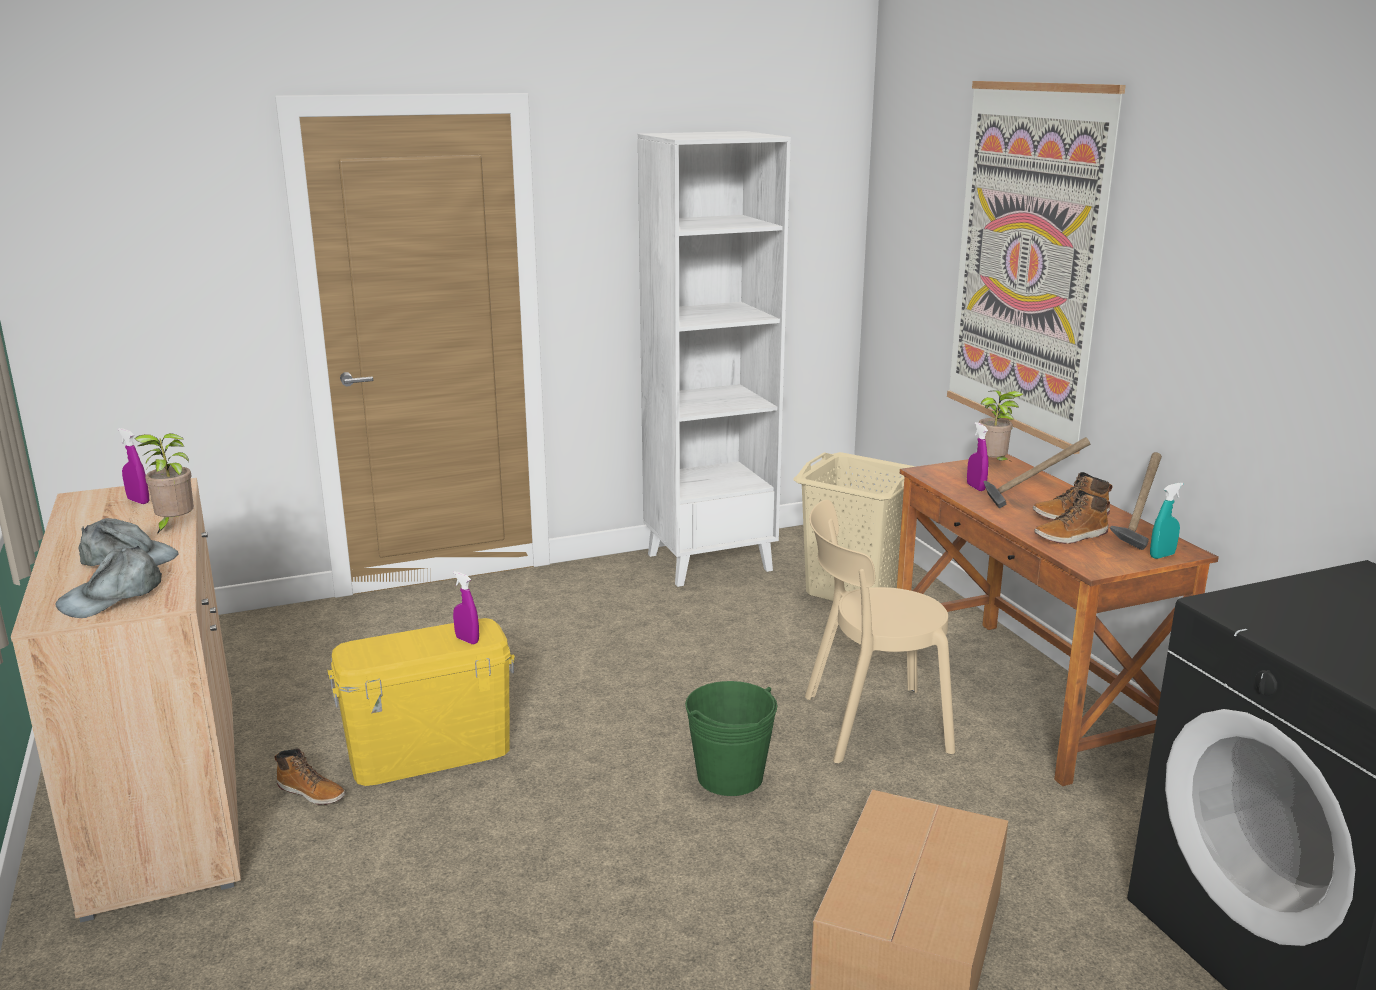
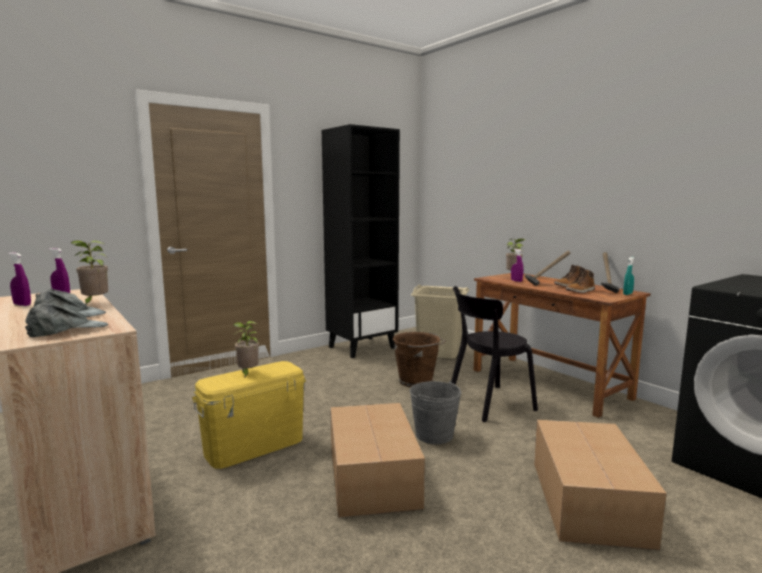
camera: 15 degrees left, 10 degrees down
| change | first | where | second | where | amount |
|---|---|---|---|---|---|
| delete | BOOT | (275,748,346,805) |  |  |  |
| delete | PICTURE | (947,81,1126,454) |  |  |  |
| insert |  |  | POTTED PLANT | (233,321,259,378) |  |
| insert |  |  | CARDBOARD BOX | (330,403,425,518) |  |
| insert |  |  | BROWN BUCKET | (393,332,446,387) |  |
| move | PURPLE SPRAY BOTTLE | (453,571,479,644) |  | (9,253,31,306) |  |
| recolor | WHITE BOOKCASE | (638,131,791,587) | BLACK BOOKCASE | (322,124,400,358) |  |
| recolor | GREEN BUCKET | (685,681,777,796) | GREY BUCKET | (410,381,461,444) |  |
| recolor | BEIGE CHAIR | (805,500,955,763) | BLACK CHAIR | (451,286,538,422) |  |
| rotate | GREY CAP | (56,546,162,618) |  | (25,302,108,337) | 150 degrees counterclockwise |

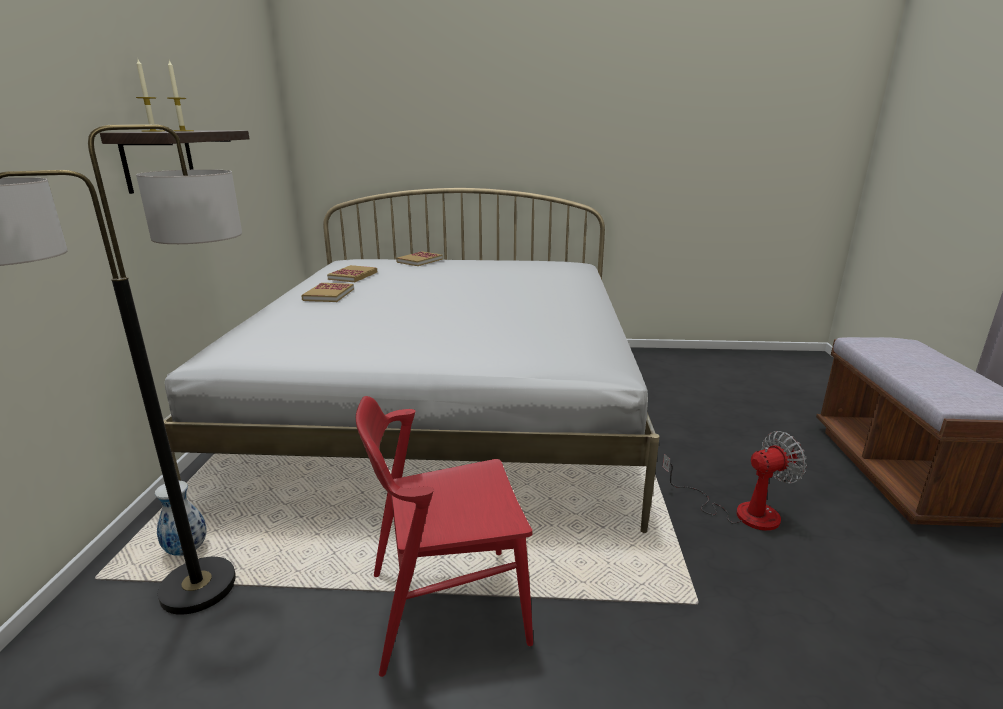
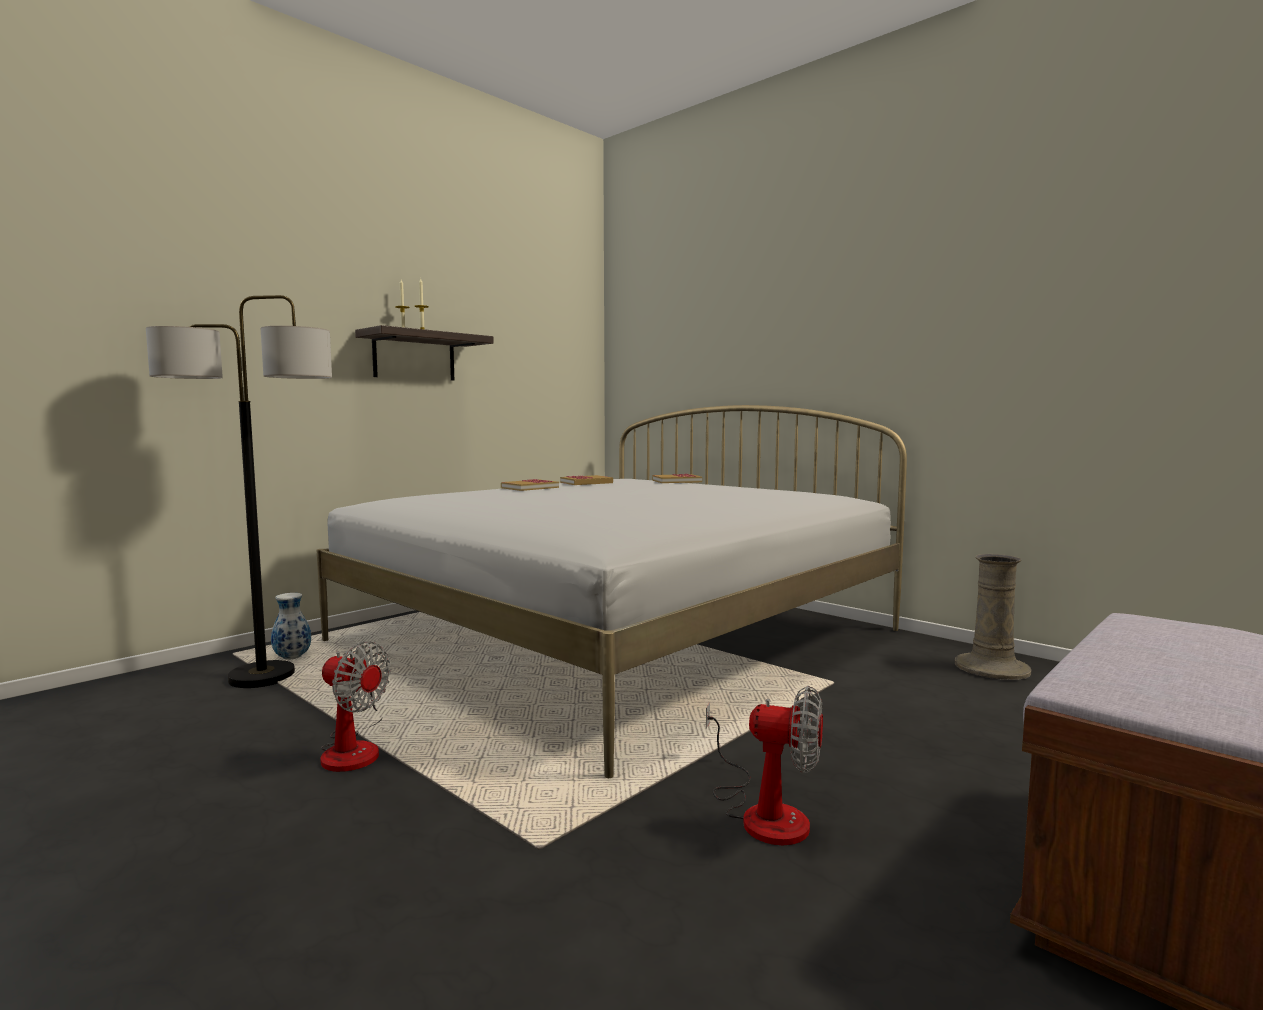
camera: 40 degrees right, 15 degrees down
| change | first | where | second | where | amount |
|---|---|---|---|---|---|
| insert |  |  | BEIGE VASE | (955,554,1031,680) |  |
| replace | RED CHAIR | (356,396,533,677) | FAN | (320,642,391,772) |  |

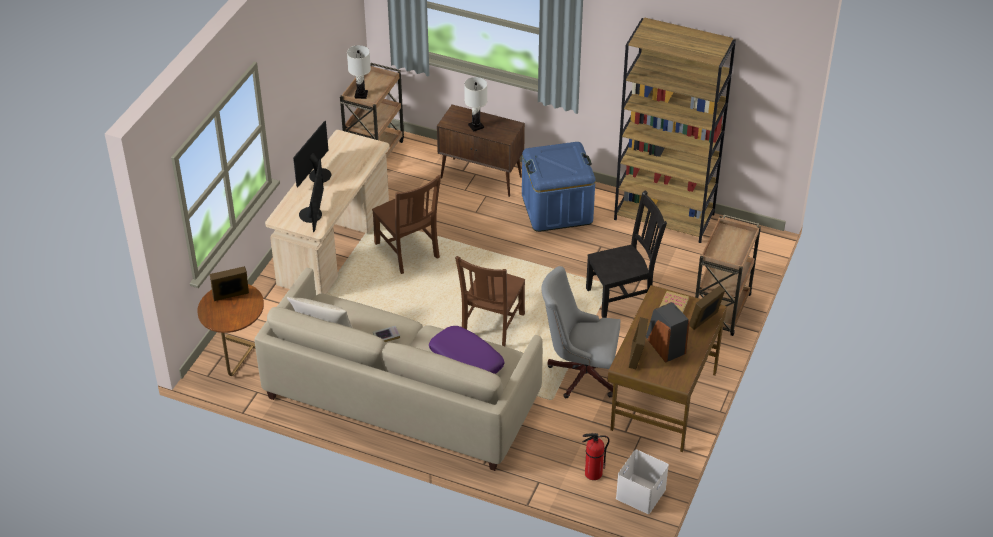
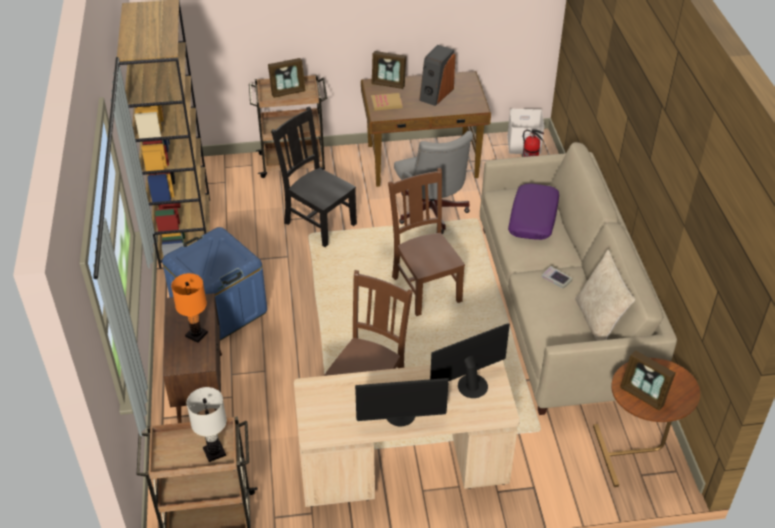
camera: 120 degrees left, 0 degrees up
| change | first | where | second | where | amount |
|---|---|---|---|---|---|
| move | PICTURE FRAME | (628,317,648,369) |  | (268,58,306,98) |  |
| recolor | WHITE TABLE LAMP | (464,77,487,131) | ORANGE TABLE LAMP | (171,273,208,343) |  |
| rotate | BROWN CHAIR | (455,256,525,347) |  | (388,168,465,316) | 105 degrees counterclockwise |

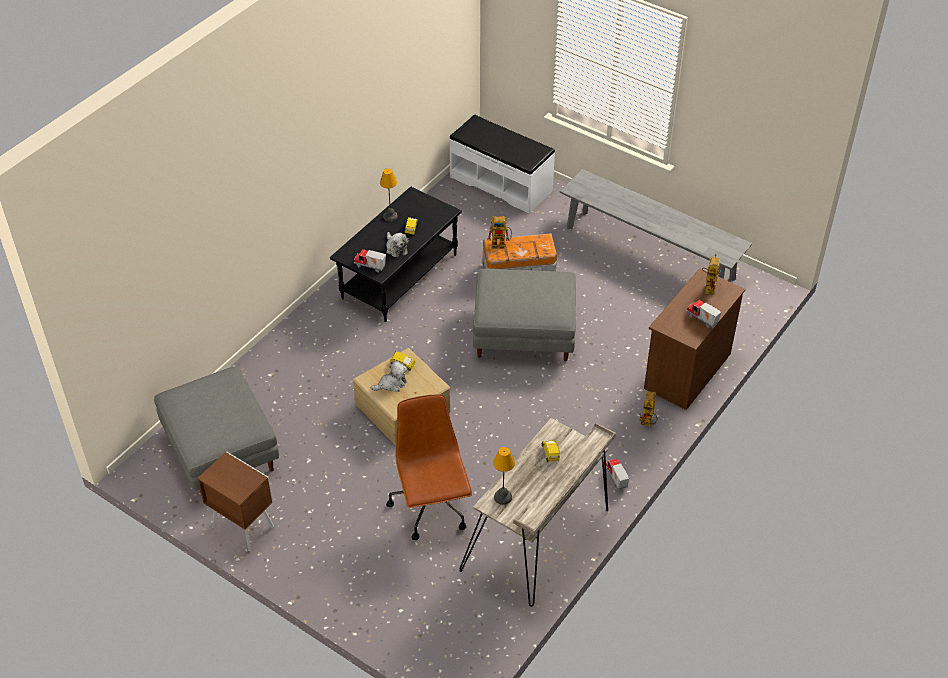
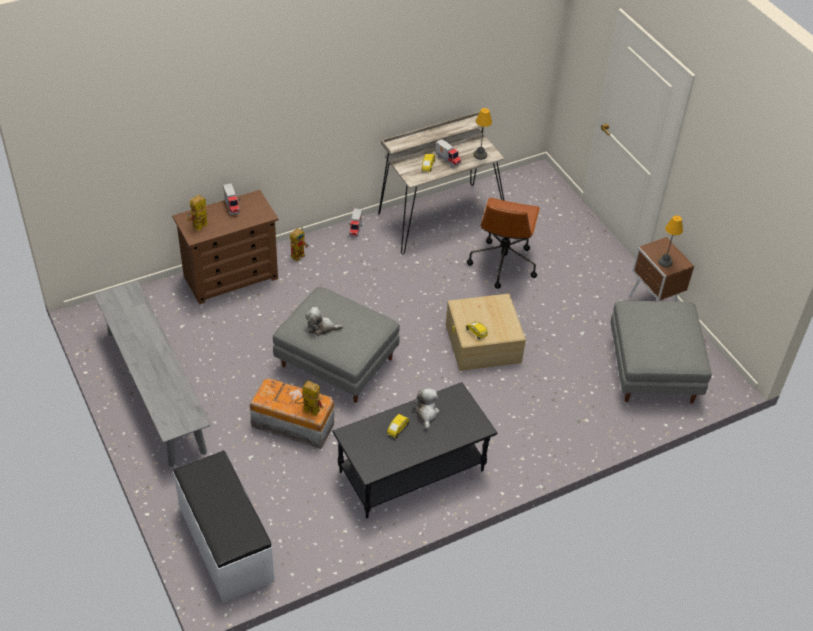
camera: 155 degrees left, 0 degrees up
| change | first | where | second | where | amount |
|---|---|---|---|---|---|
| move | TOY TRUCK | (354,249,386,272) |  | (436,139,461,168) |  |
| move | PLUSH TOY | (371,361,407,392) |  | (305,307,343,336) |  |
| move | TABLE LAMP | (380,168,398,222) |  | (658,215,683,267) |  |

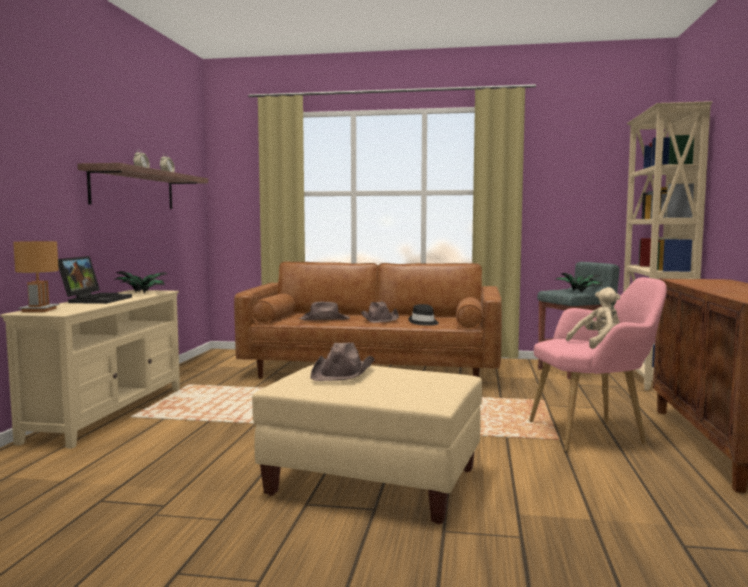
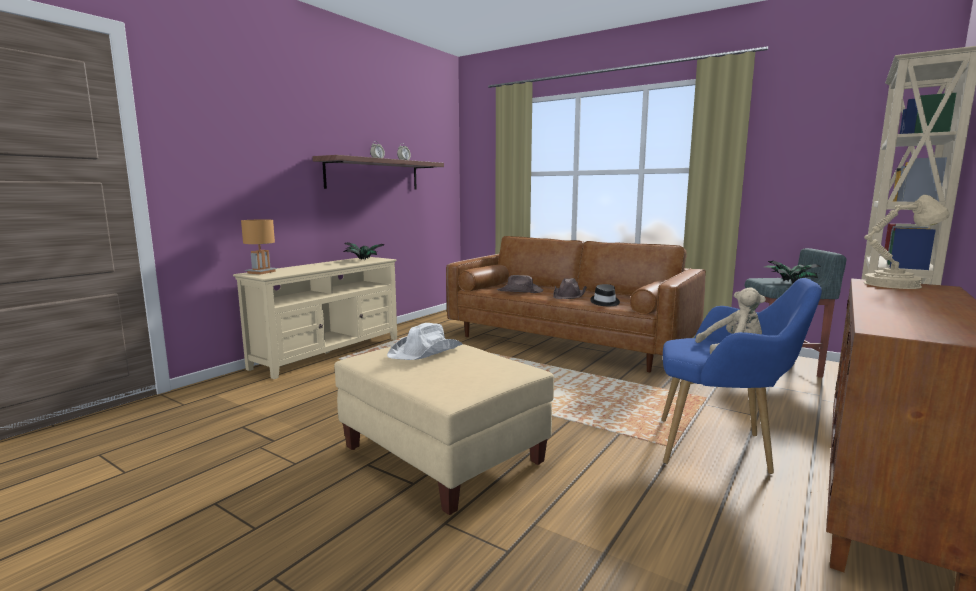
camera: 25 degrees right, 5 degrees up
| change | first | where | second | where | amount |
|---|---|---|---|---|---|
| delete | LAPTOP | (58,256,132,304) |  |  |  |
| insert |  |  | BEIGE TABLE LAMP | (864,195,949,289) |  |
| recolor | BROWN HAT | (310,343,374,381) | WHITE HAT | (387,323,463,360) |  |
| recolor | PINK ARMCHAIR | (529,277,667,452) | BLUE ARMCHAIR | (661,278,822,474) |  |

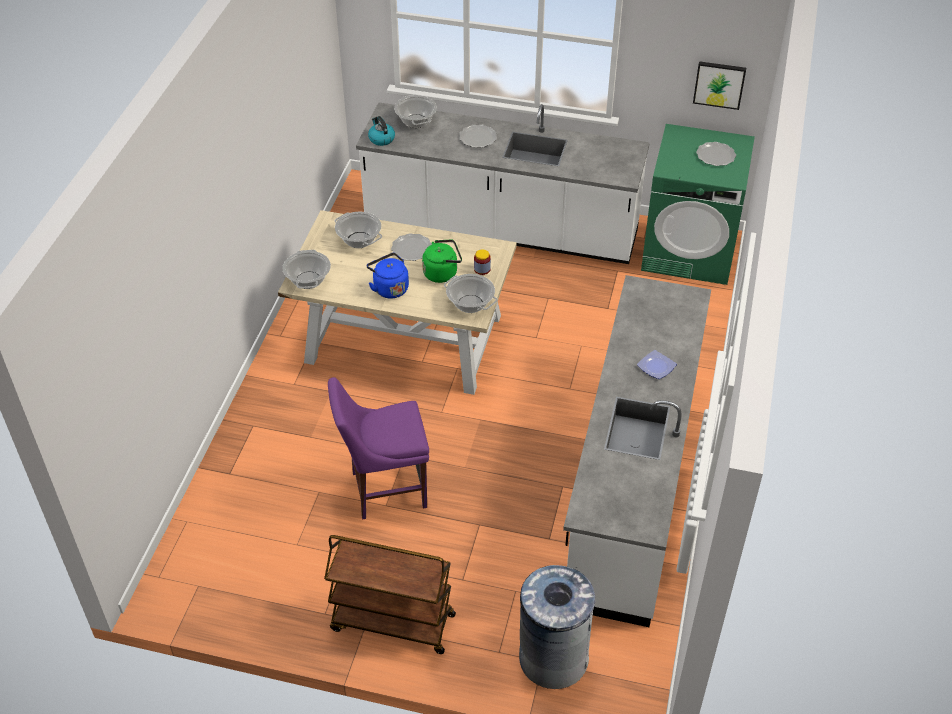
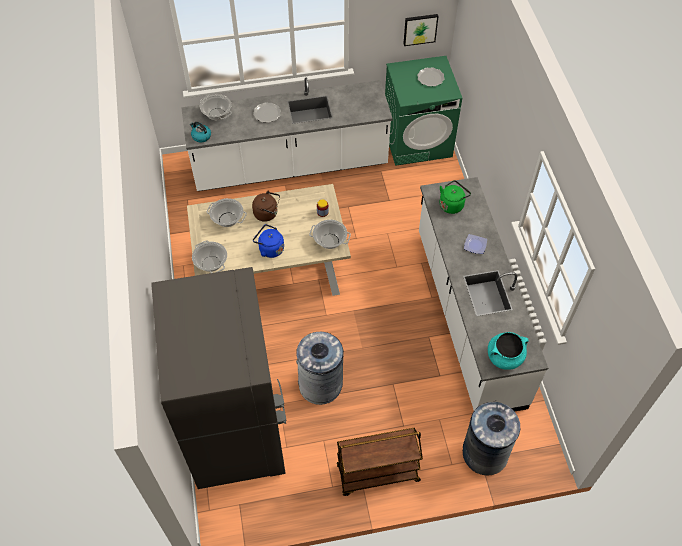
camera: 25 degrees left, 10 degrees up
| change | first | where | second | where | amount |
|---|---|---|---|---|---|
| insert |  |  | GREY FRIDGE | (151,267,286,489) |  |
| insert |  |  | TURQUOISE COOKING POT | (488,332,529,370) |  |
| move | GREEN KETTLE | (422,240,462,283) |  | (440,180,471,214) |  |
| replace | PURPLE CHAIR | (328,377,429,520) | GREY TRASH CAN | (296,332,344,405) |  |
| replace | PLATE | (391,233,432,261) | BROWN KETTLE | (252,191,280,222) |  |

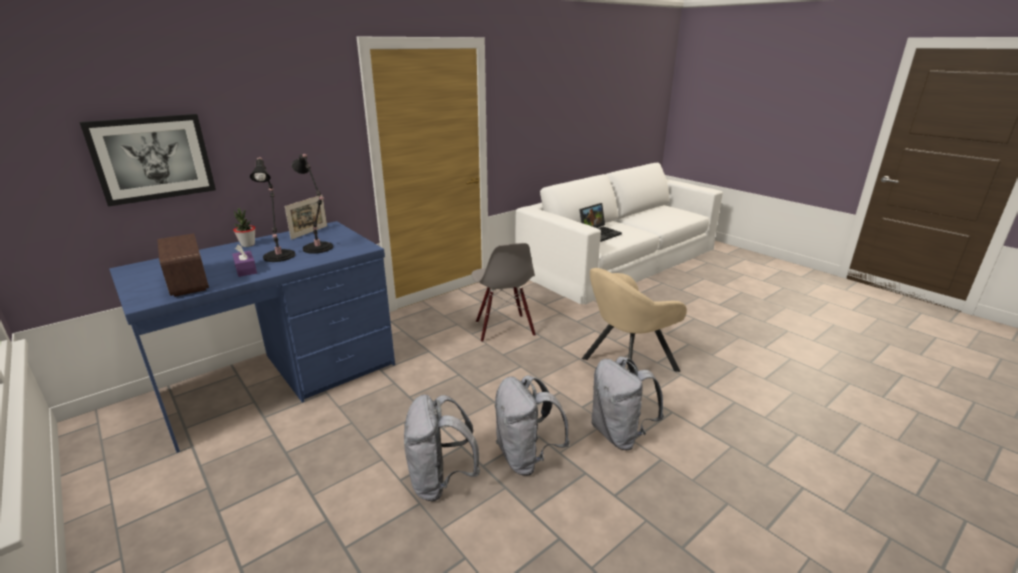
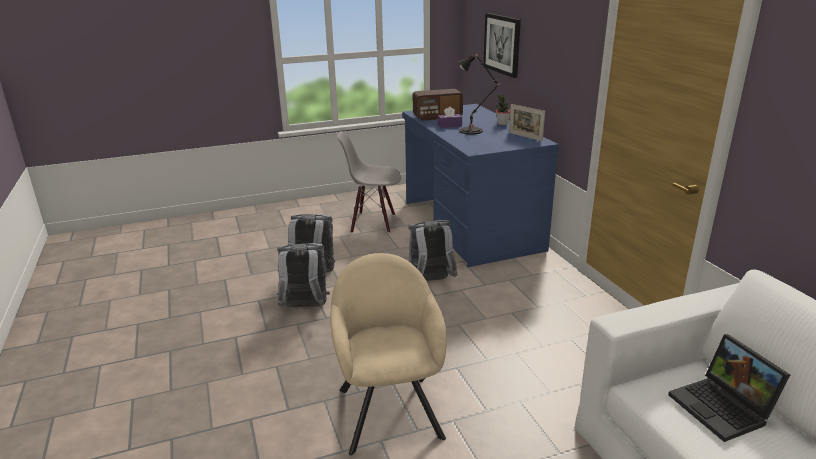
camera: 110 degrees right, 0 degrees up
| change | first | where | second | where | amount |
|---|---|---|---|---|---|
| delete | BLACK TABLE LAMP | (292,154,333,254) |  |  |  |
| move | GREY CHAIR | (472,243,536,342) |  | (337,131,401,233) |  |
| move | GREY BACKPACK | (591,356,664,450) |  | (408,220,458,281) |  |

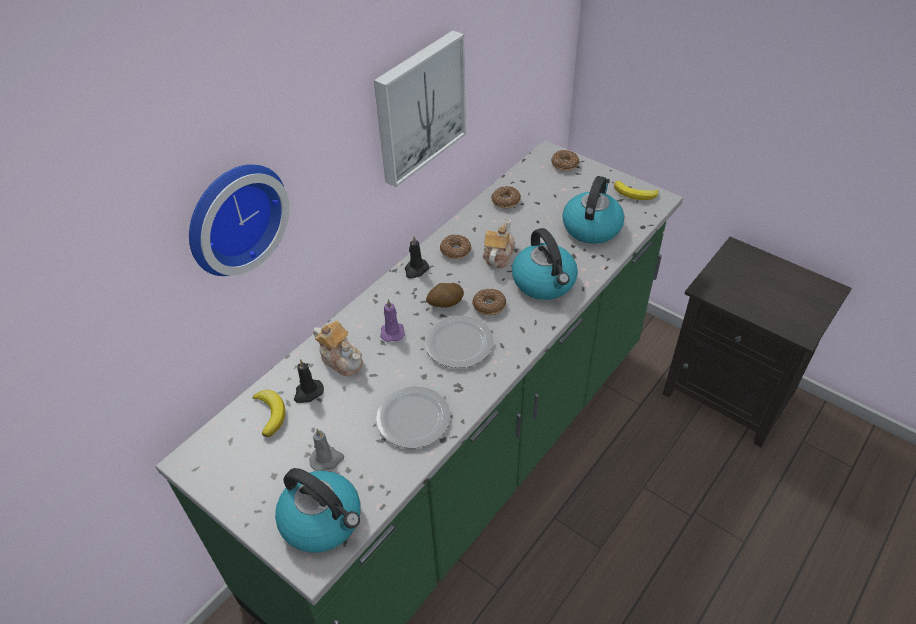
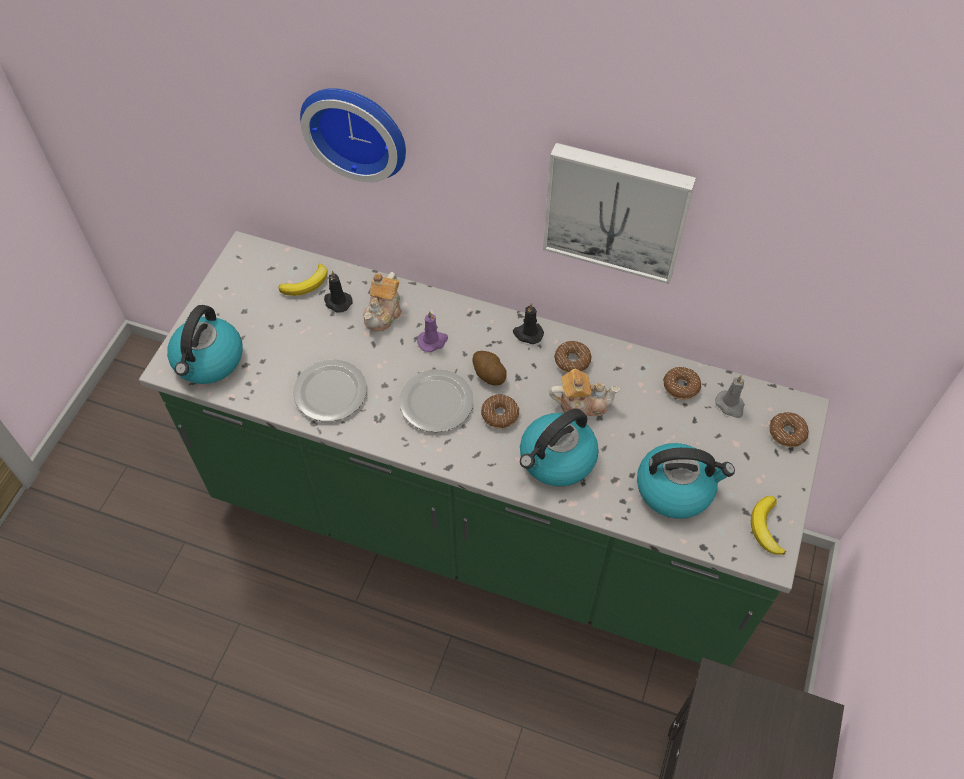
camera: 70 degrees right, 10 degrees up
| change | first | where | second | where | amount |
|---|---|---|---|---|---|
| move | GREY CANDLE | (309,428,344,471) |  | (715,375,745,418) |  |

